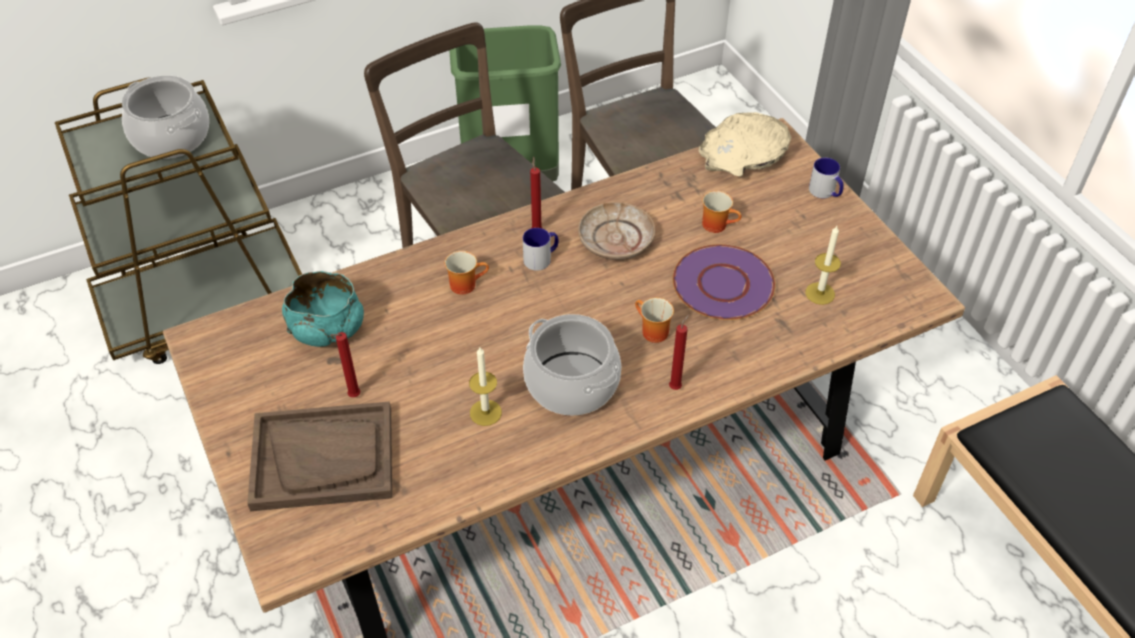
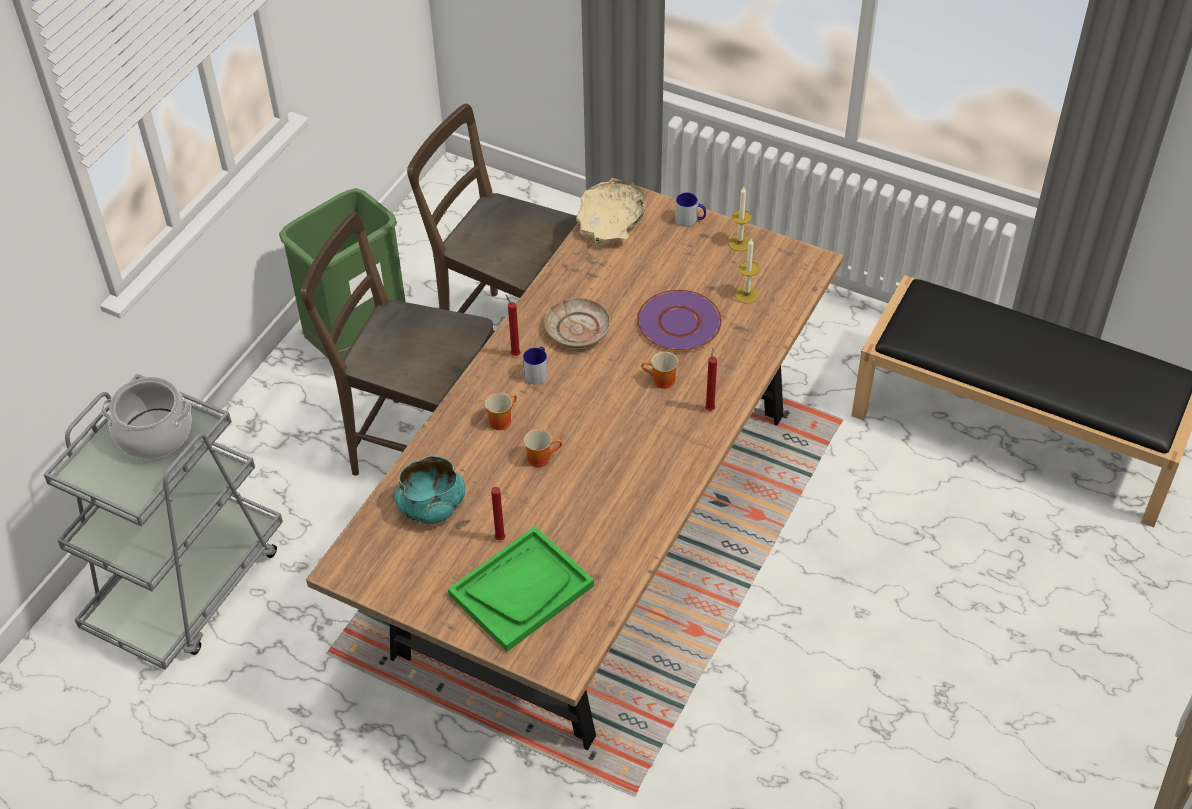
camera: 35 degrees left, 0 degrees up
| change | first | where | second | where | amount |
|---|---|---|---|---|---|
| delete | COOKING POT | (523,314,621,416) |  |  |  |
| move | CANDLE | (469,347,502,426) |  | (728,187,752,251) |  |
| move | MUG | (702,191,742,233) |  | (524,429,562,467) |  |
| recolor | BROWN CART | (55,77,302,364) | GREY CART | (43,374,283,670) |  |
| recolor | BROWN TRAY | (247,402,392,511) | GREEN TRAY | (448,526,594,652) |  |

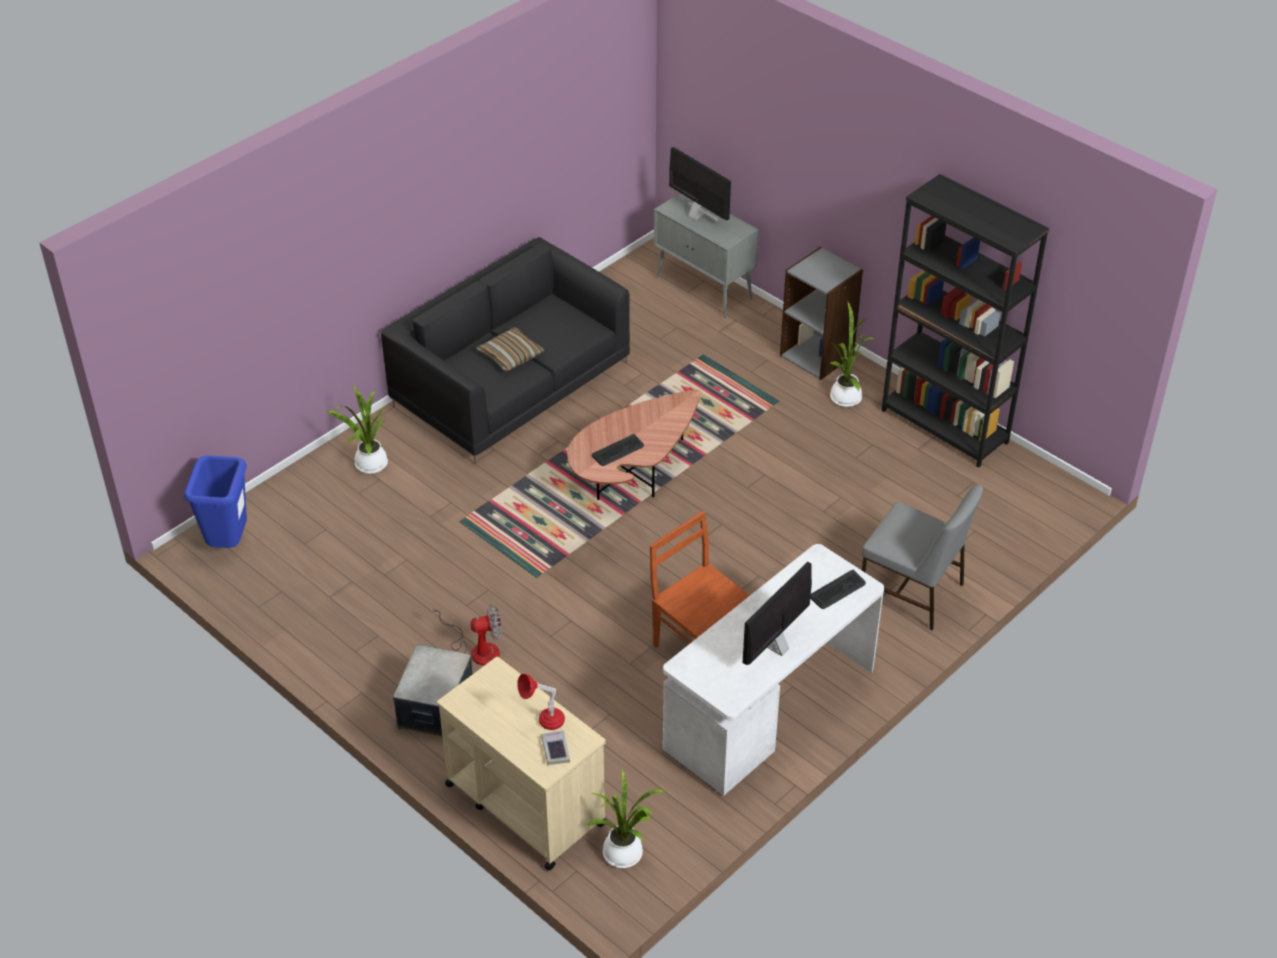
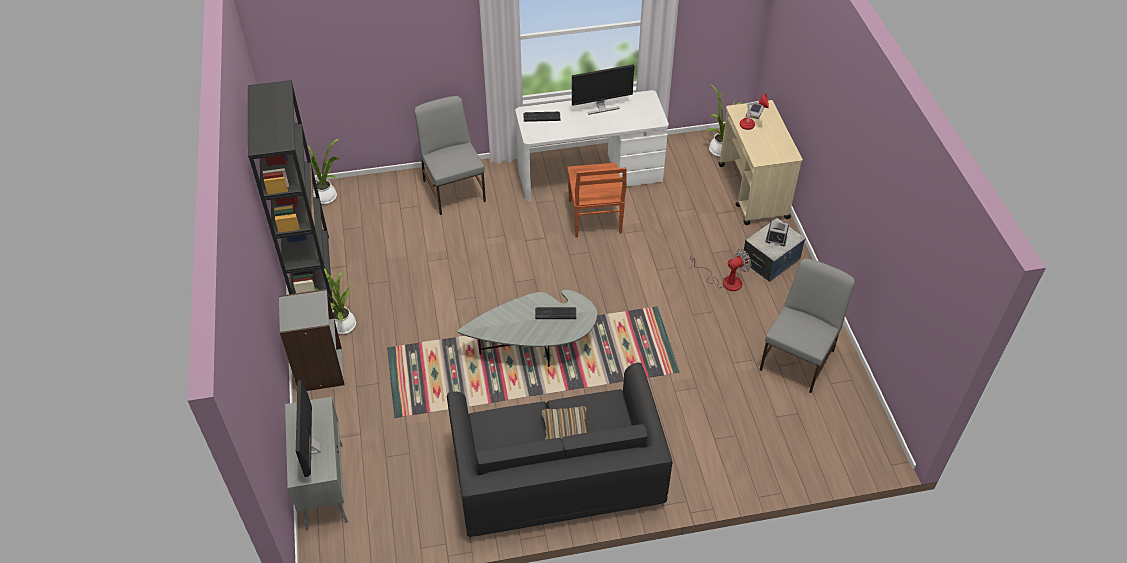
camera: 145 degrees left, 5 degrees up
| change | first | where | second | where | amount |
|---|---|---|---|---|---|
| delete | BLUE TRASH CAN | (184,455,247,548) |  |  |  |
| insert |  |  | GREY CHAIR | (760,258,855,393) |  |
| insert |  |  | ALARM CLOCK | (765,220,789,246) |  |
| move | POTTED PLANT | (326,384,388,474) |  | (307,138,340,204) |  |
| recolor | BROWN COFFEE TABLE | (567,390,700,500) | GREY COFFEE TABLE | (458,290,597,367) |  |
| rotate | FAN | (433,605,502,665) |  | (690,249,751,291) | 135 degrees clockwise |

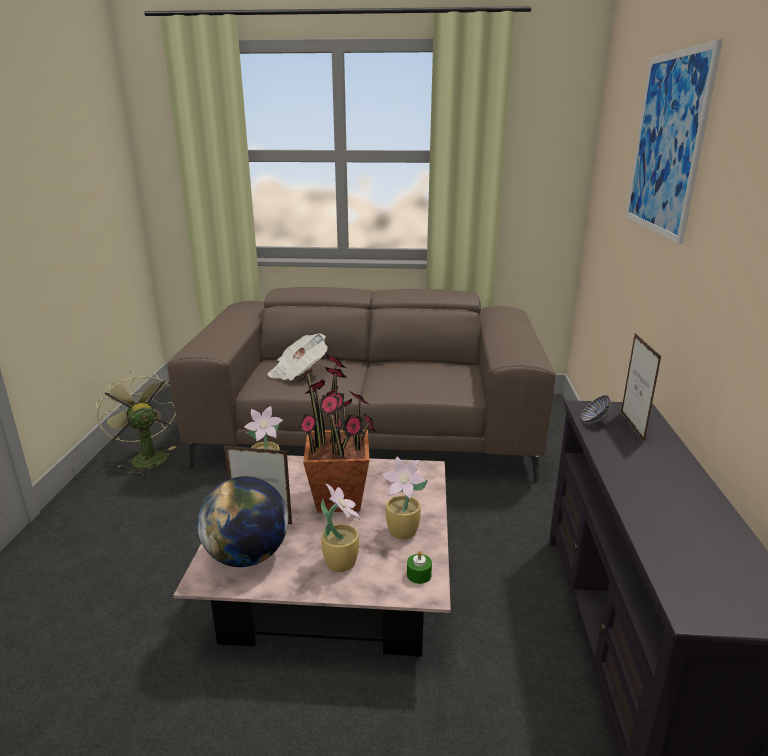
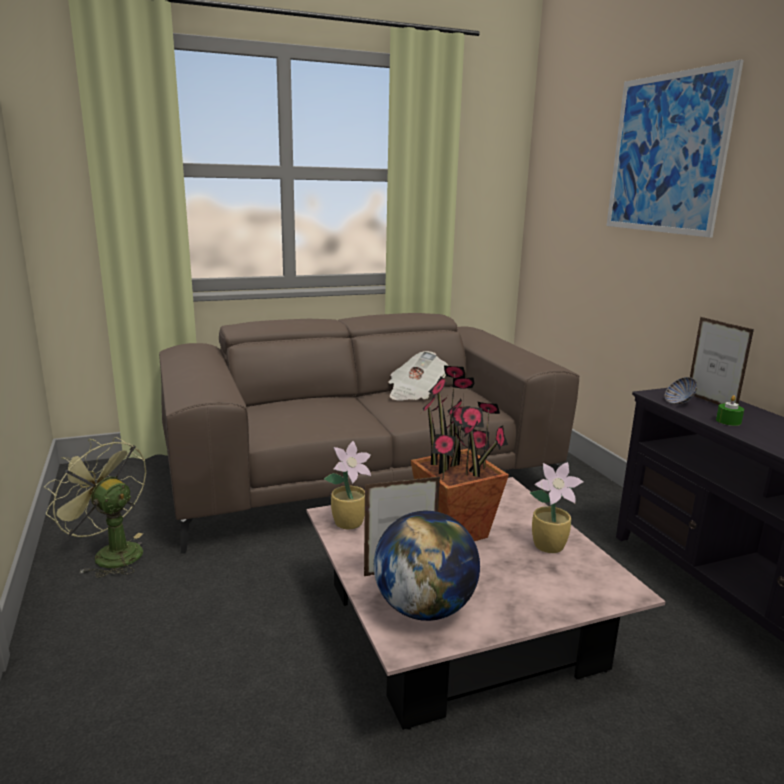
camera: 25 degrees left, 5 degrees down
| change | first | where | second | where | amount |
|---|---|---|---|---|---|
| delete | POTTED PLANT | (321,484,360,572) |  |  |  |
| move | NEWSPAPER | (268,334,327,381) |  | (388,351,448,400) |  |
| move | GREEN CANDLE | (407,551,432,584) |  | (716,395,744,426) |  |

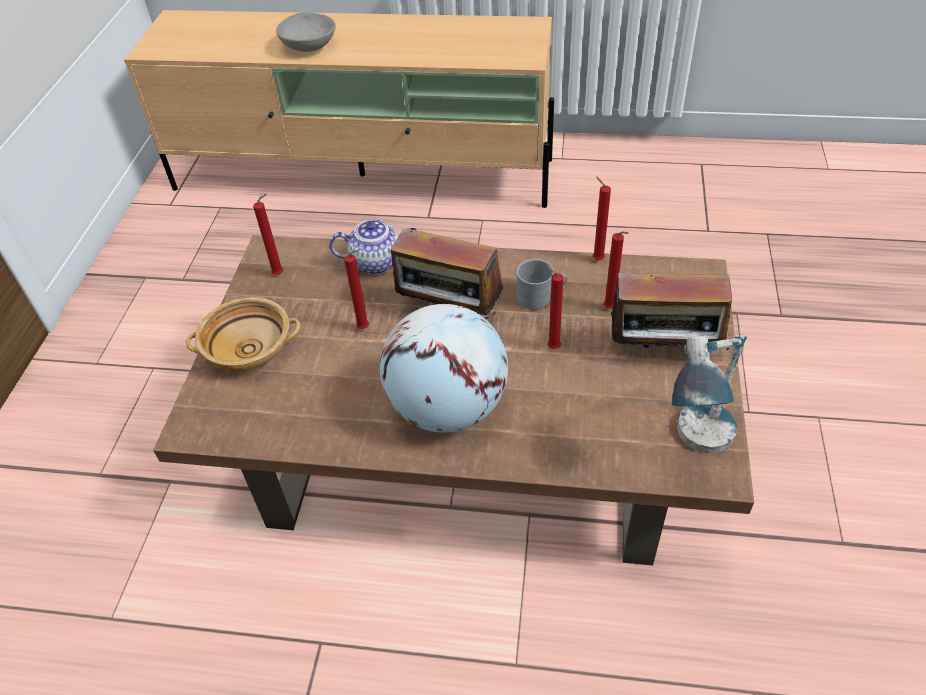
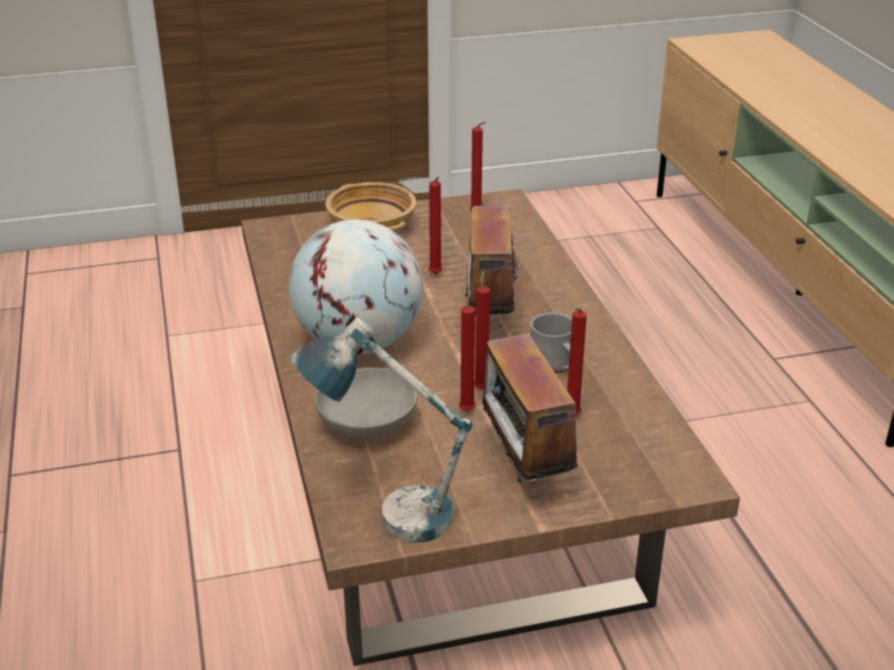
camera: 65 degrees right, 15 degrees down
| change | first | where | second | where | amount |
|---|---|---|---|---|---|
| delete | TEAPOT | (329,219,416,274) |  |  |  |
| move | GREY BOWL | (276,12,336,52) |  | (314,368,418,438) |  |
| move | RED CANDLE | (593,176,611,260) |  | (459,290,475,411) |  |

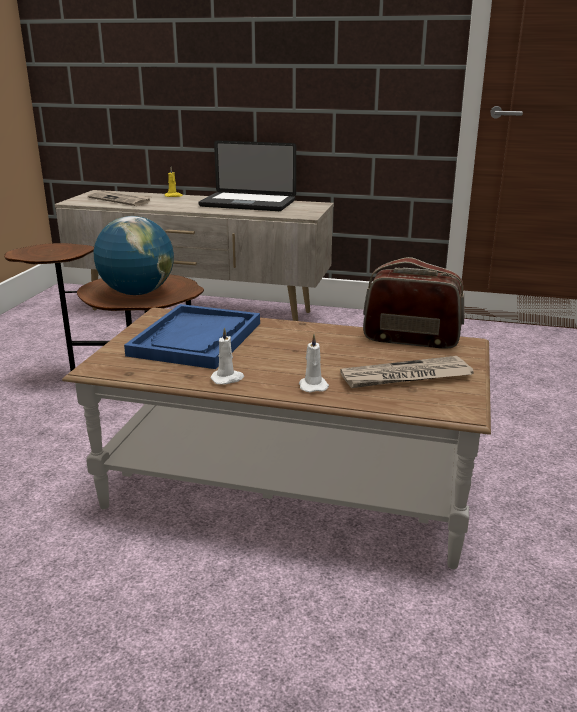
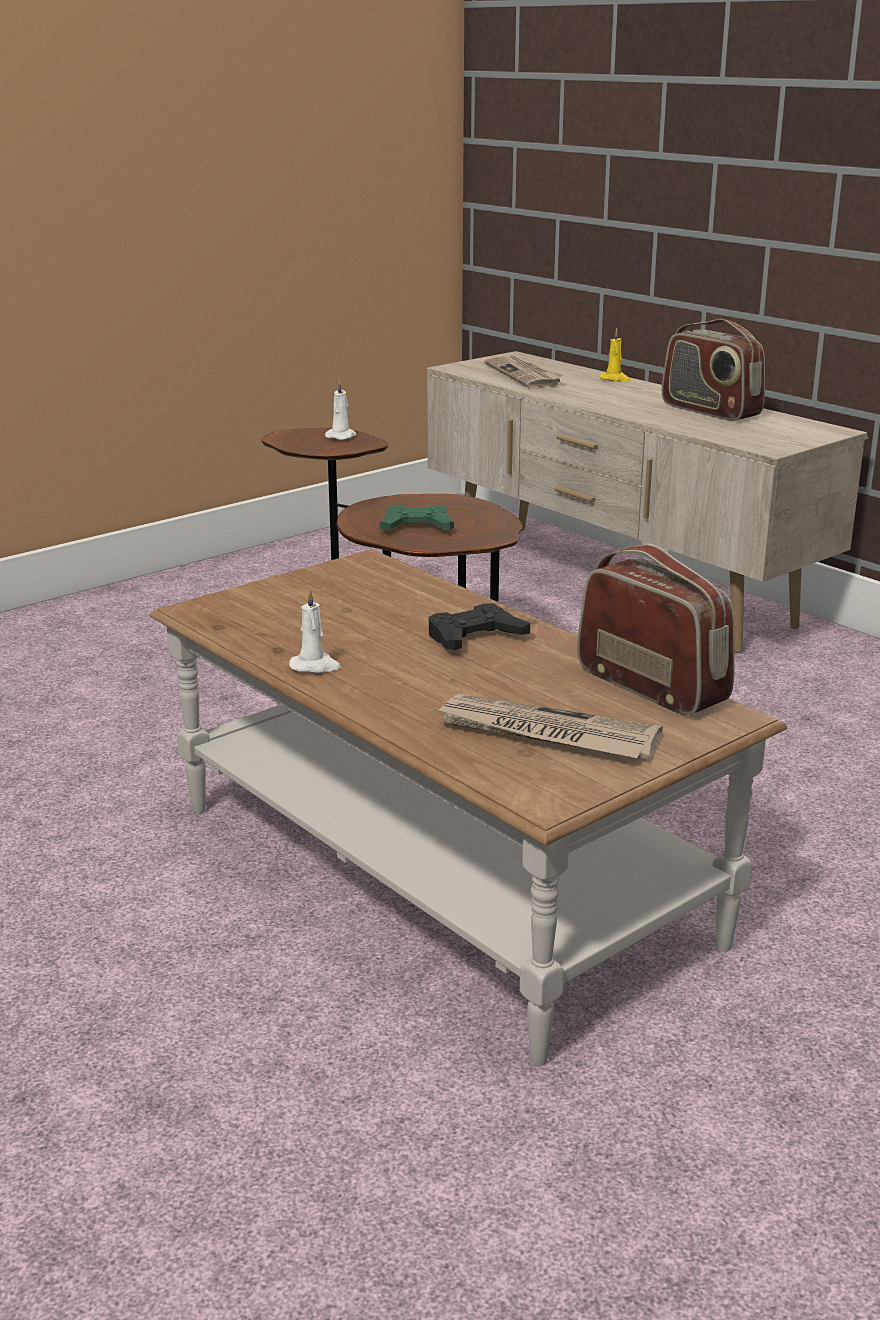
camera: 35 degrees right, 0 degrees up
| change | first | where | second | where | amount |
|---|---|---|---|---|---|
| delete | BLUE TRAY | (124,304,260,369) |  |  |  |
| insert |  |  | BLACK GAME CONTROLLER | (429,604,530,650) |  |
| move | WHITE CANDLE | (299,334,329,393) |  | (325,380,356,440) |  |
| replace | GLOBE | (94,216,174,295) | GREEN GAME CONTROLLER | (380,505,454,530) |  |
| replace | LAPTOP | (199,140,296,211) | RADIO | (662,319,765,421) |  |

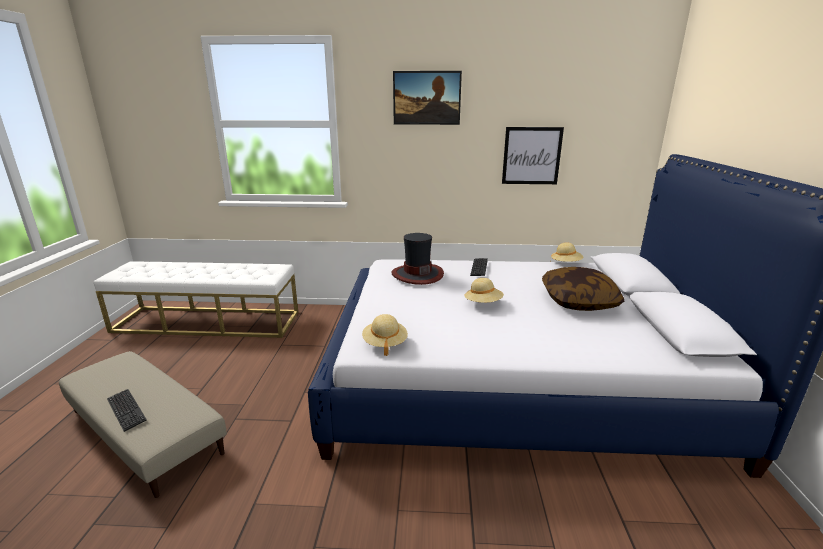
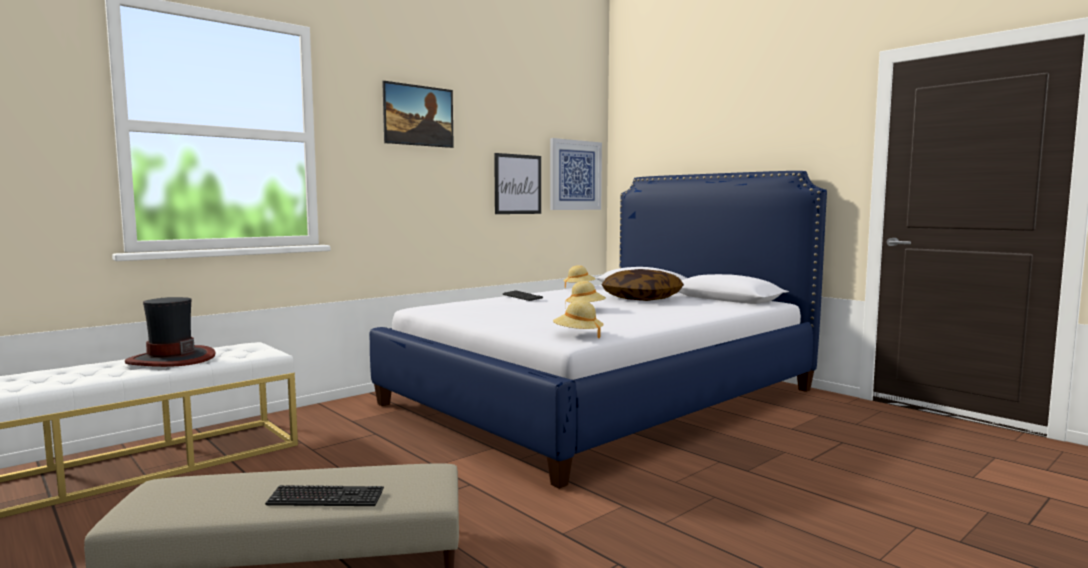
camera: 45 degrees left, 15 degrees down
| change | first | where | second | where | amount |
|---|---|---|---|---|---|
| insert |  |  | PICTURE | (550,138,602,210) |  |
| move | HAT | (392,233,444,285) |  | (125,297,216,367) |  |

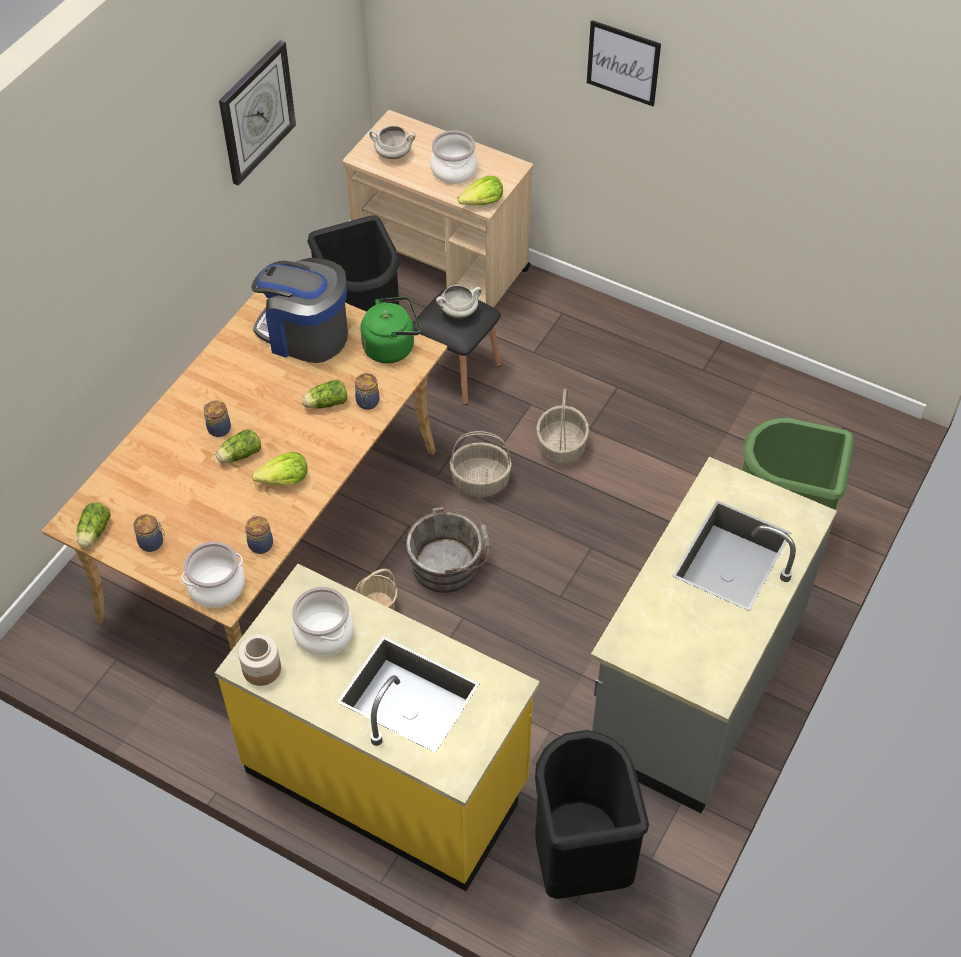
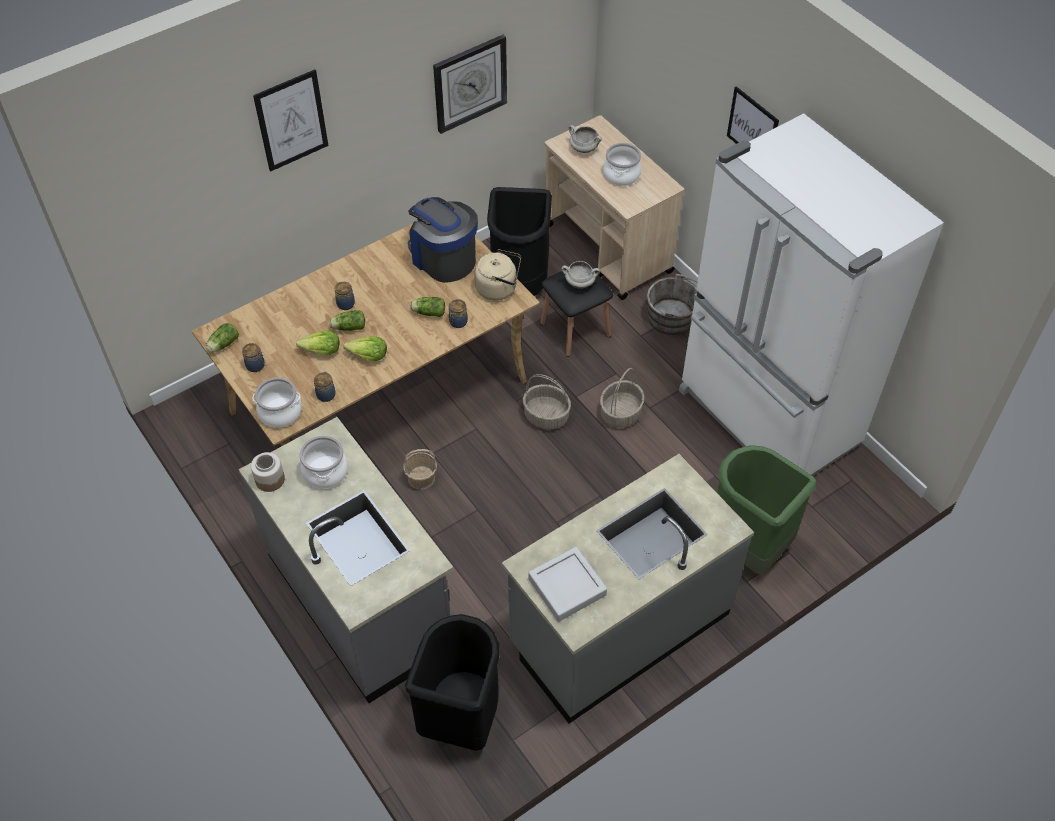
camera: 25 degrees right, 0 degrees up
| change | first | where | second | where | amount |
|---|---|---|---|---|---|
| insert |  |  | PICTURE | (253,69,328,172) |  |
| insert |  |  | GREY TRAY | (528,547,607,622) |  |
| insert |  |  | WHITE FRIDGE | (679,113,944,476) |  |
| move | GREY BUCKET | (406,507,491,593) |  | (646,274,697,335) |  |
| move | LETTUCE | (458,176,503,206) |  | (296,330,339,355) |  |
| recolor | YELLOW COUNTER | (215,564,540,891) | GREY COUNTER | (238,417,454,703) |  |
| recolor | GREEN KETTLE | (360,297,421,363) | BEIGE KETTLE | (475,249,521,301) |  |

